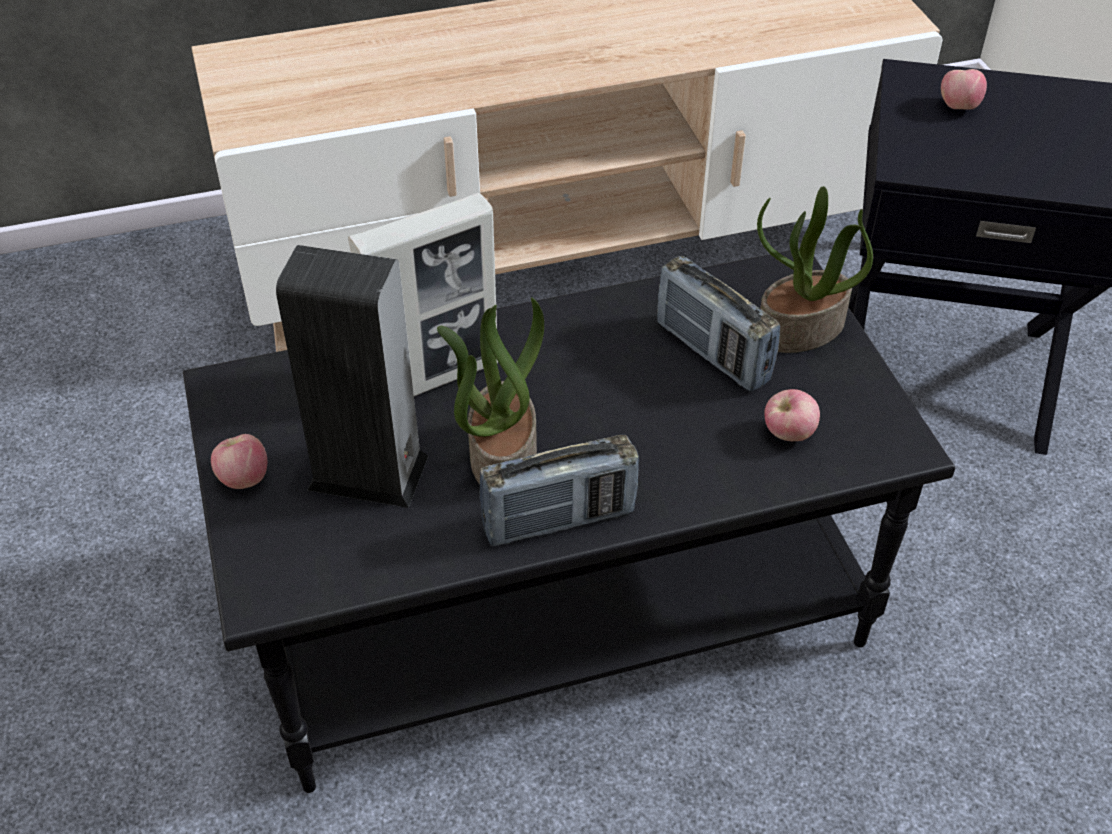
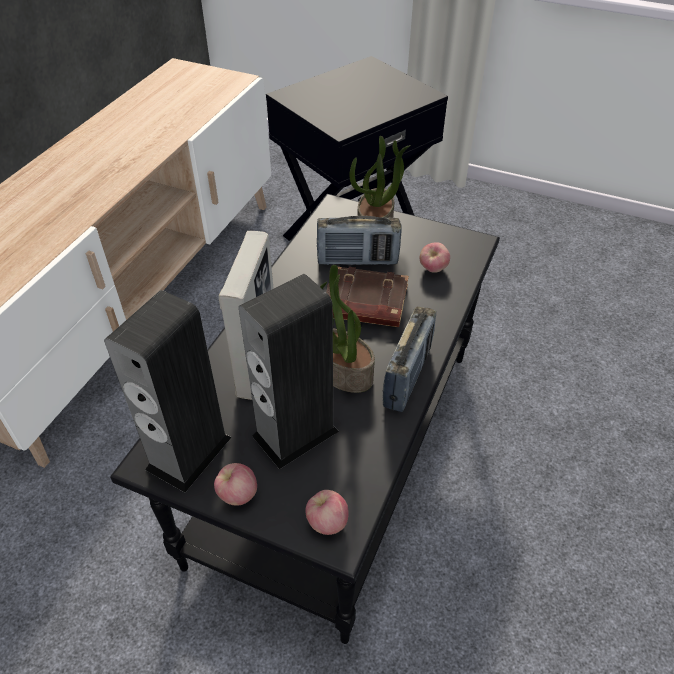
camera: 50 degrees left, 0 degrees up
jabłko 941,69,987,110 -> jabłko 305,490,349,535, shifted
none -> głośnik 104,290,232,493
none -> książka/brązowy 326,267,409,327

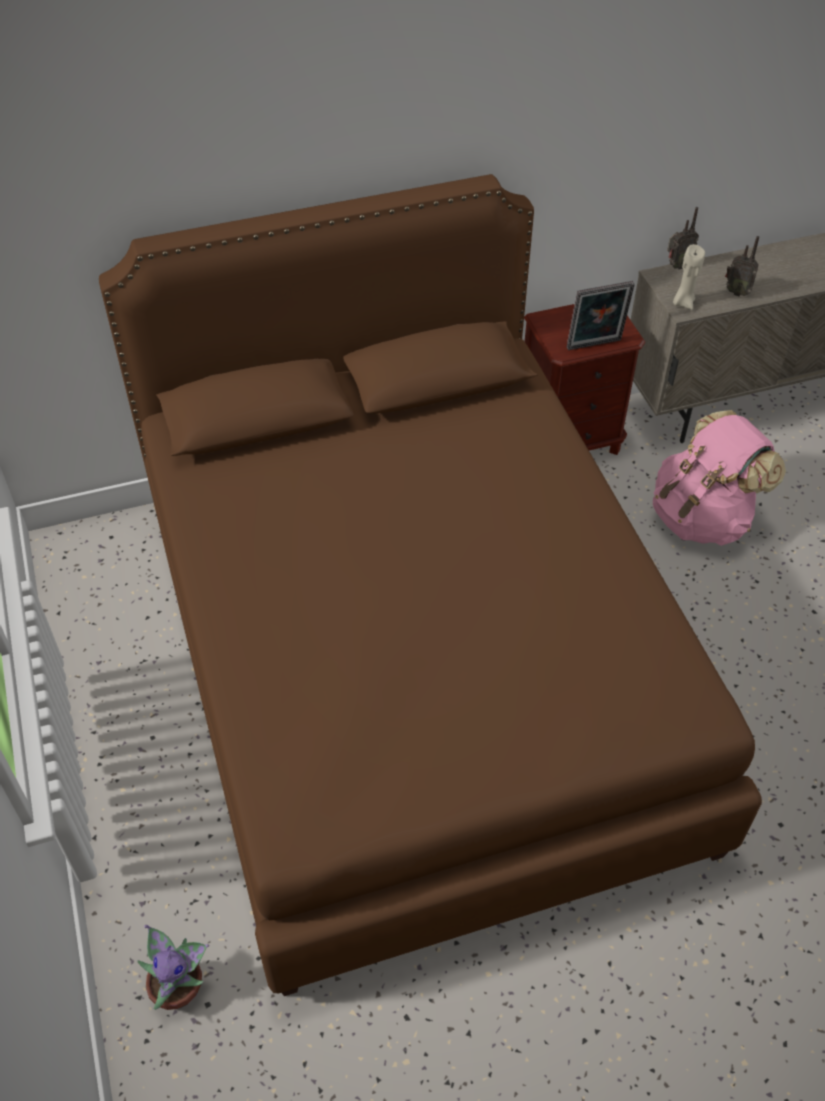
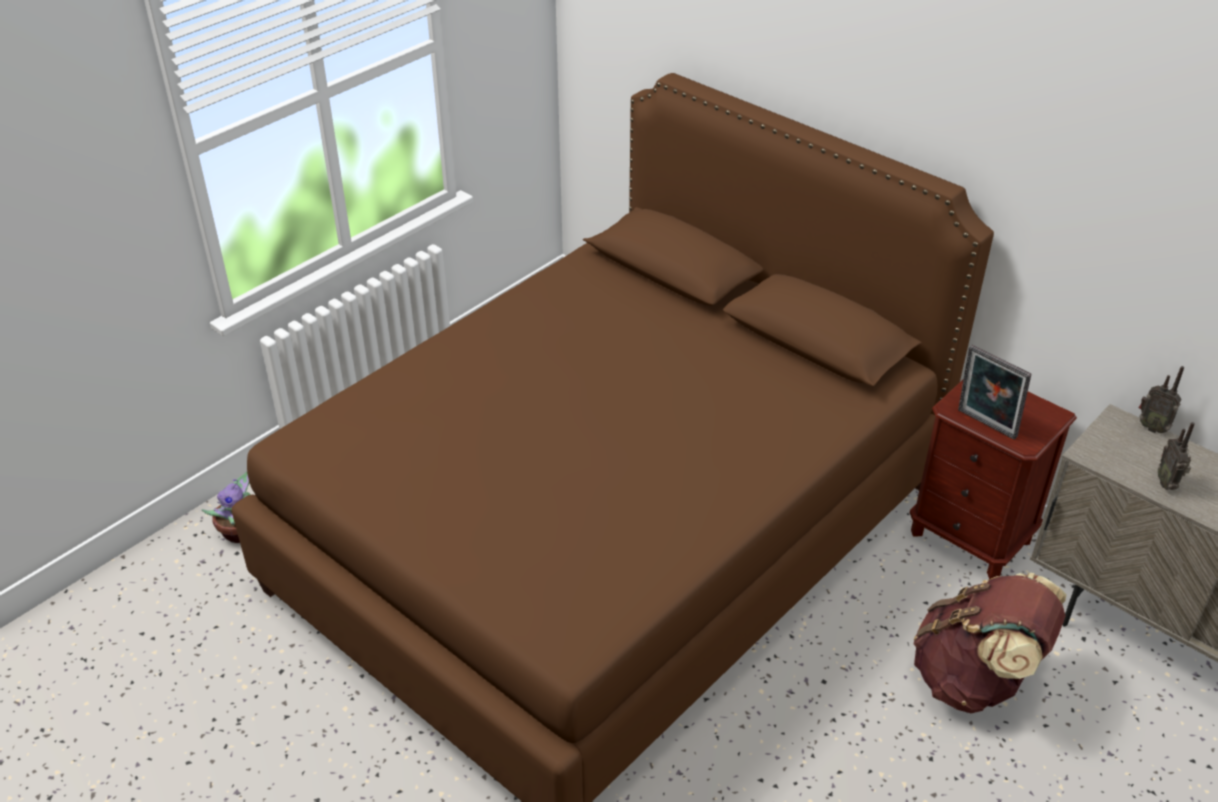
camera: 60 degrees right, 10 degrees down
plecak/różowy 653,410,786,546 -> plecak/brązowy 914,573,1066,713
świeca/beżowy 673,244,705,310 -> none

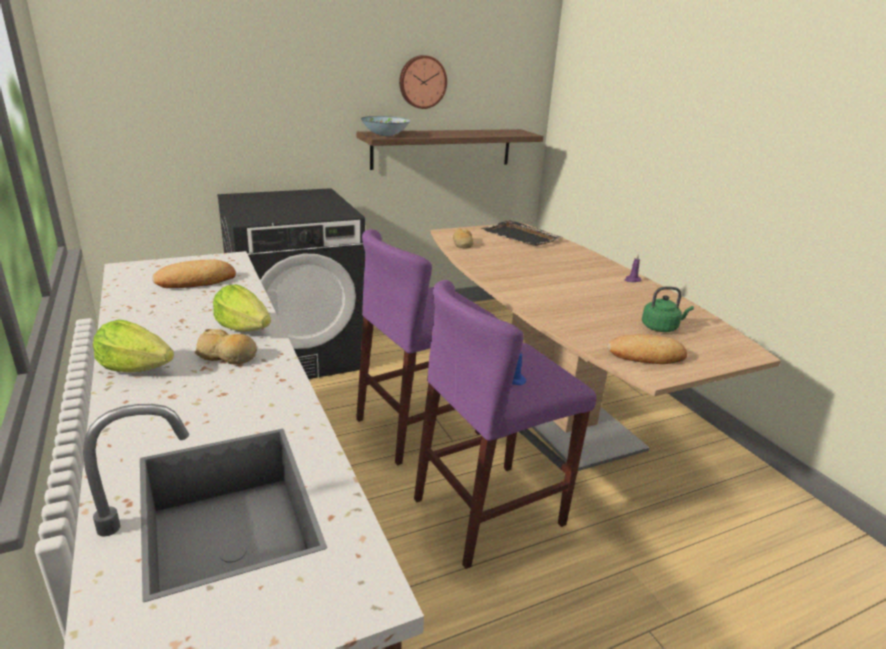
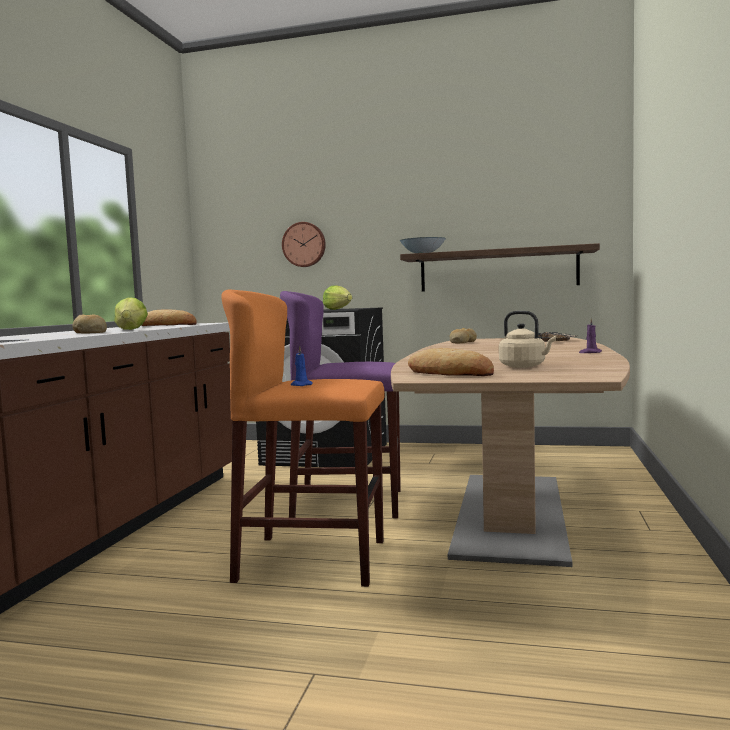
camera: 40 degrees right, 20 degrees down
sałata 93,320,174,372 -> sałata 323,285,352,310, shifted
zegar ścienny 399,55,447,109 -> zegar ścienny 282,222,326,267, shifted
stołek/fioletowy 414,280,596,569 -> stołek/pomarańczowy 221,289,385,587
czajnik/zielony 642,287,694,332 -> czajnik/beżowy 499,311,556,368

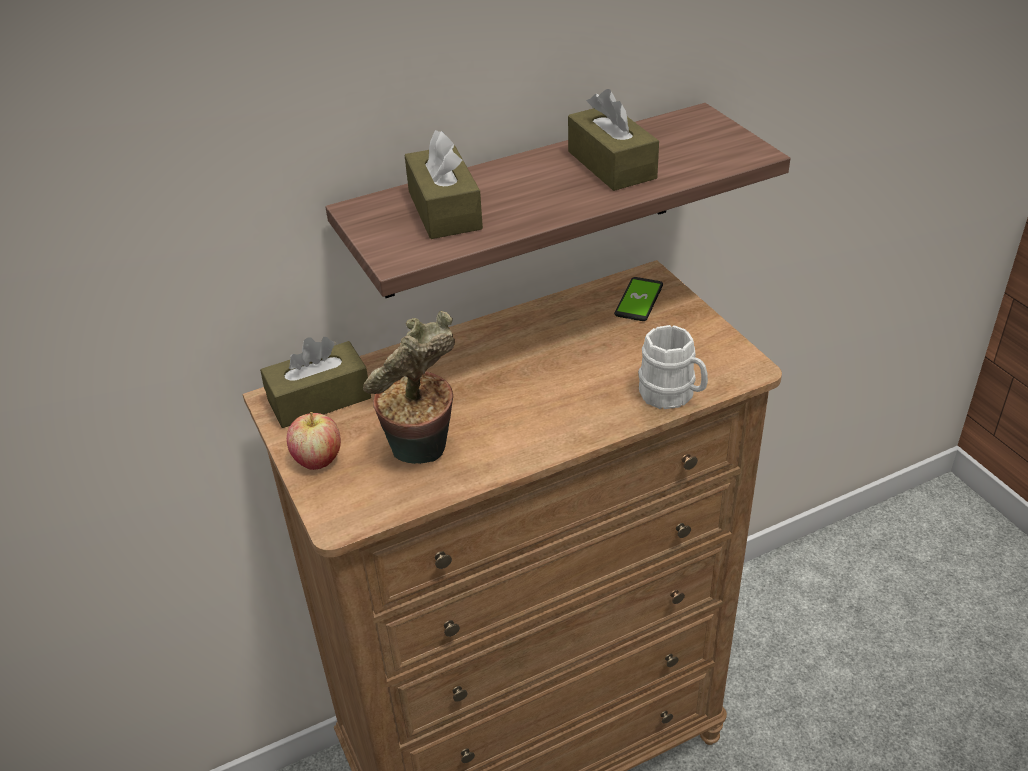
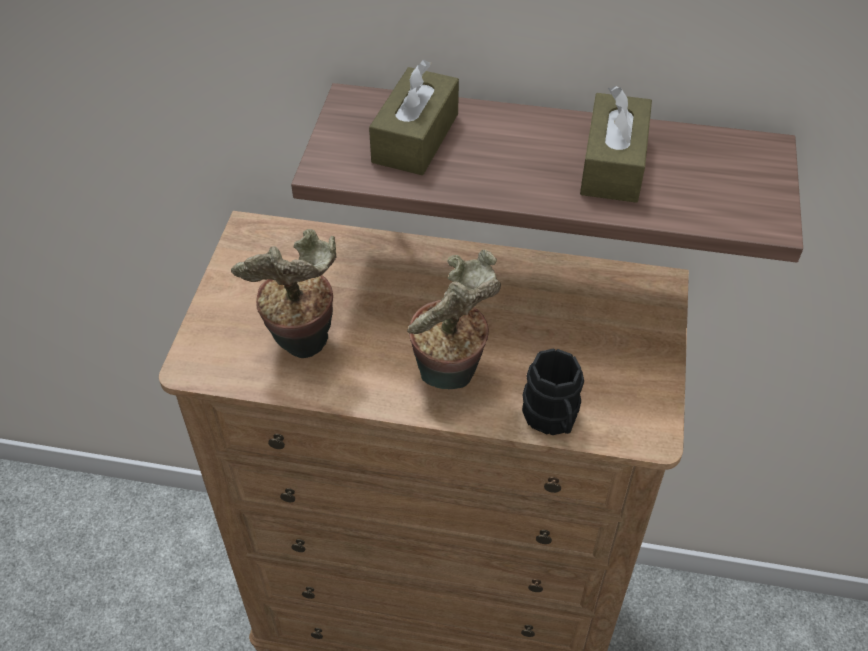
camera: 35 degrees right, 10 degrees up
pudełko chusteczek/brązowy 260,337,371,428 -> none
jabłko 287,412,341,470 -> none
telefon 614,277,663,321 -> none
kubek/biały 638,325,708,409 -> kubek/czarny 522,348,584,435
none -> roślina doniczkowa 407,250,501,389

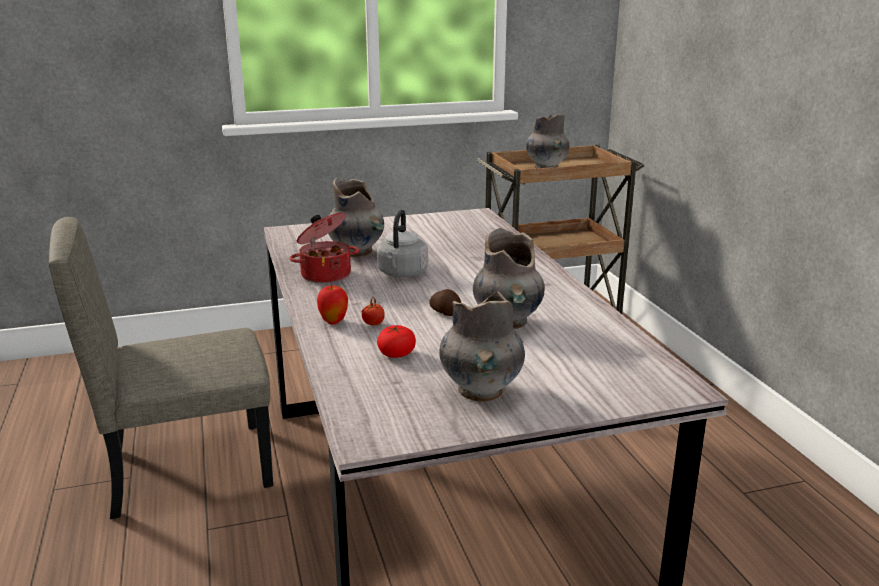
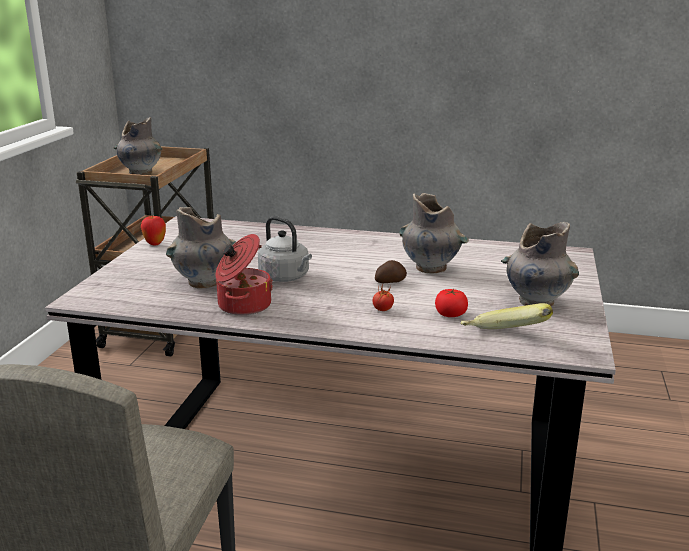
camera: 60 degrees left, 0 degrees up
jabłko 317,285,348,325 -> jabłko 141,216,166,245, shifted
none -> banan 461,303,553,329

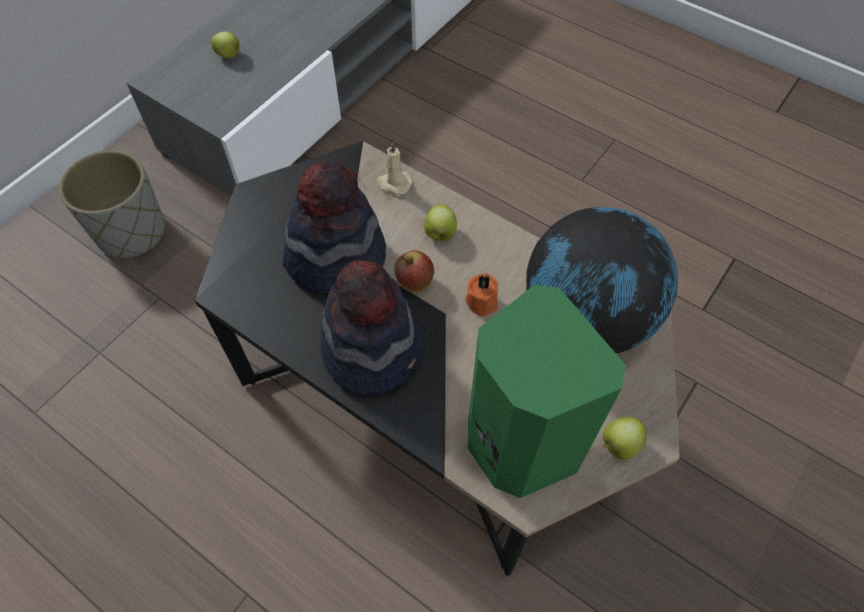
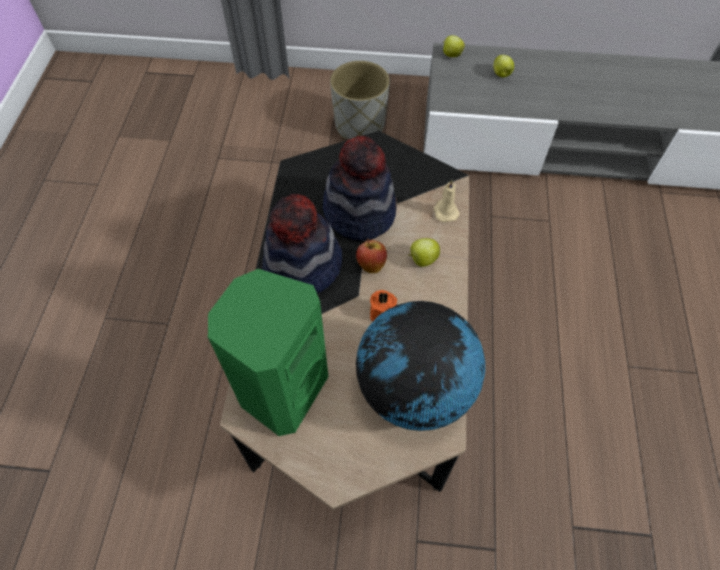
camera: 60 degrees right, 0 degrees up
jabłko 603,417,647,459 -> jabłko 443,35,465,57, shifted

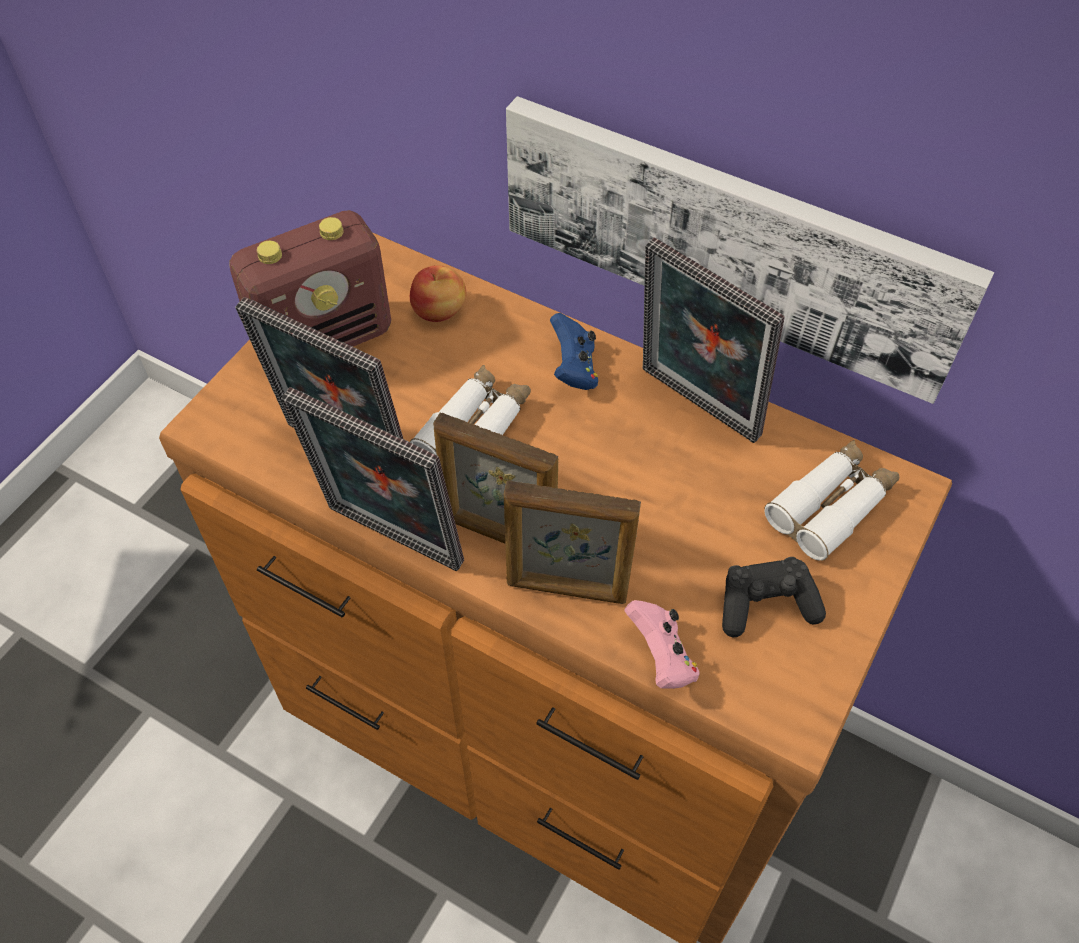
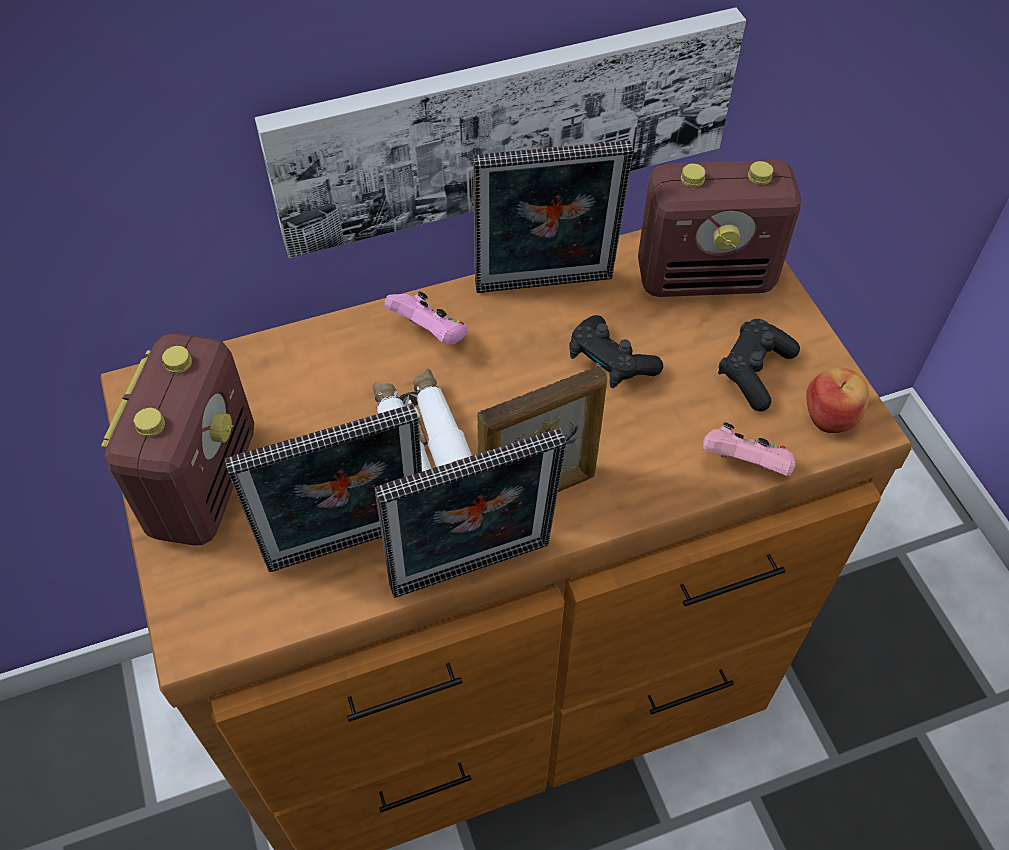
camera: 50 degrees left, 0 degrees up
jabłko 410,265,466,322 -> jabłko 806,367,869,433, shifted
ramka na zdjęcie 504,480,641,604 -> none
pad do gier/niebieski 550,313,598,390 -> pad do gier/różowy 384,291,467,344
lornetka/biały 765,440,900,561 -> radio 638,160,801,297
none -> pad do gier/czarny 569,315,663,388

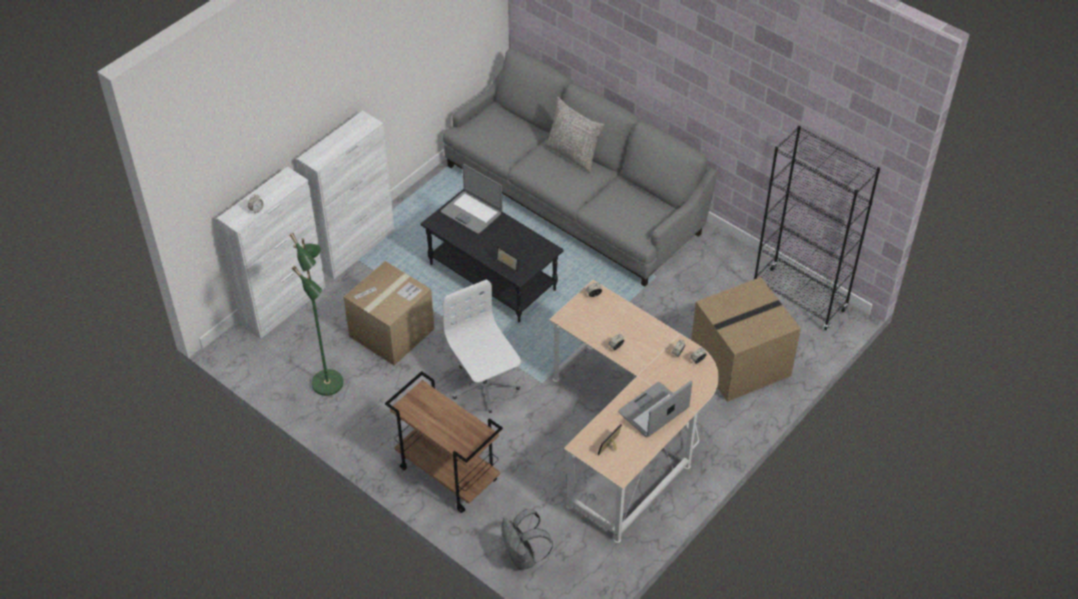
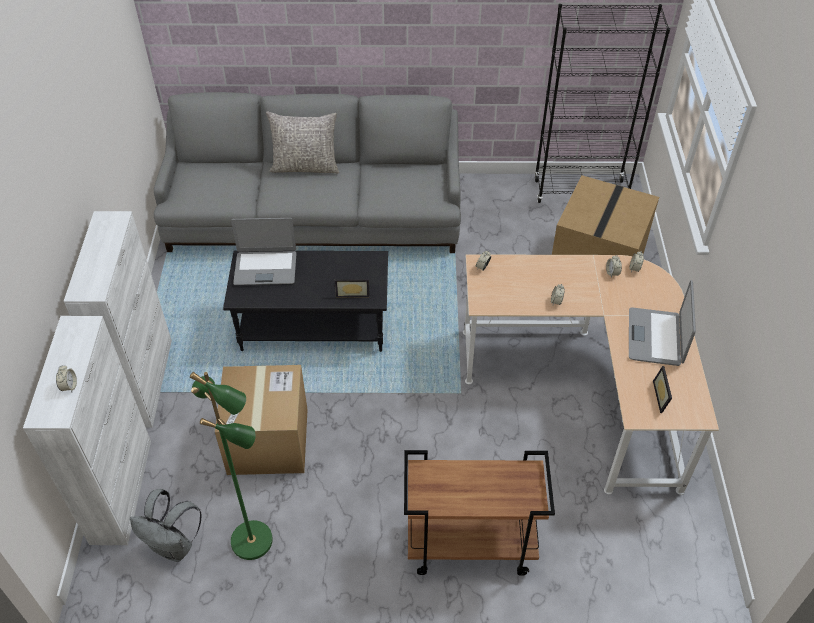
camera: 40 degrees left, 0 degrees up
krzesło biurowe/biały 443,280,521,413 -> none
plecak/szary 502,509,553,570 -> plecak/szary 130,489,201,562, shifted

